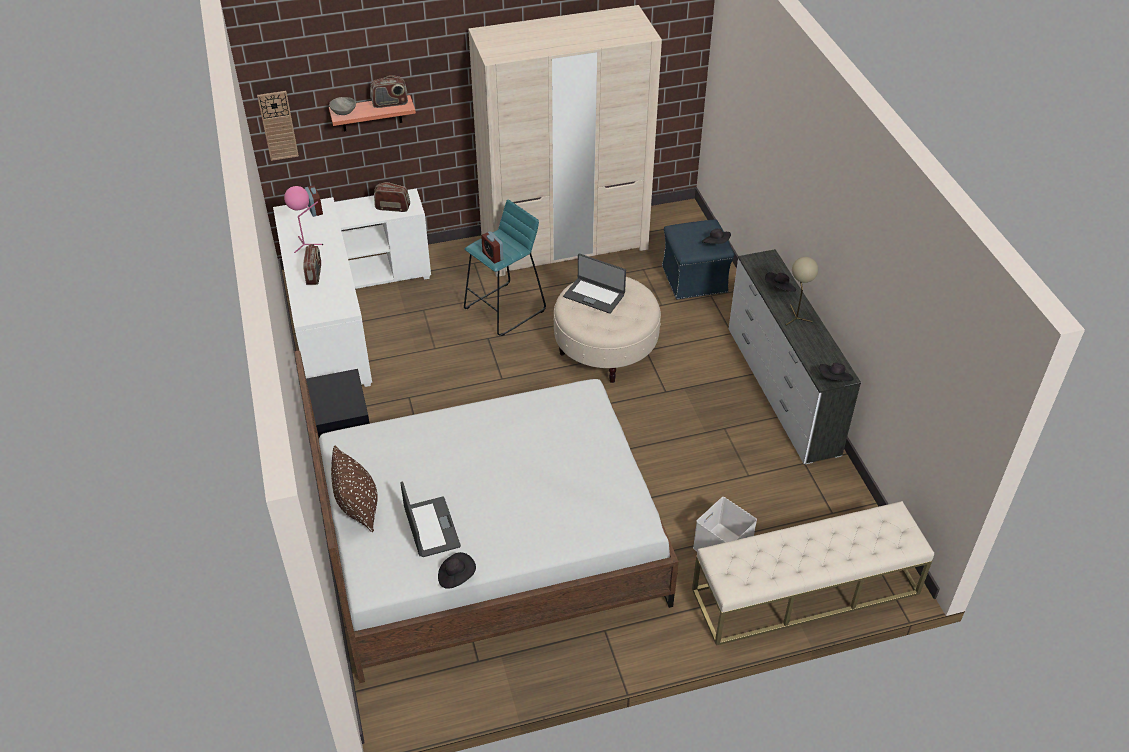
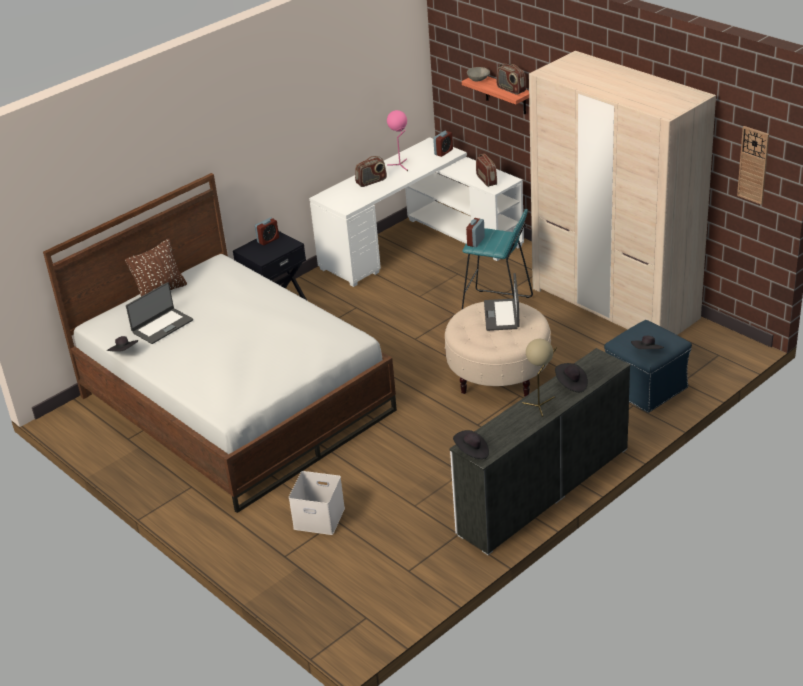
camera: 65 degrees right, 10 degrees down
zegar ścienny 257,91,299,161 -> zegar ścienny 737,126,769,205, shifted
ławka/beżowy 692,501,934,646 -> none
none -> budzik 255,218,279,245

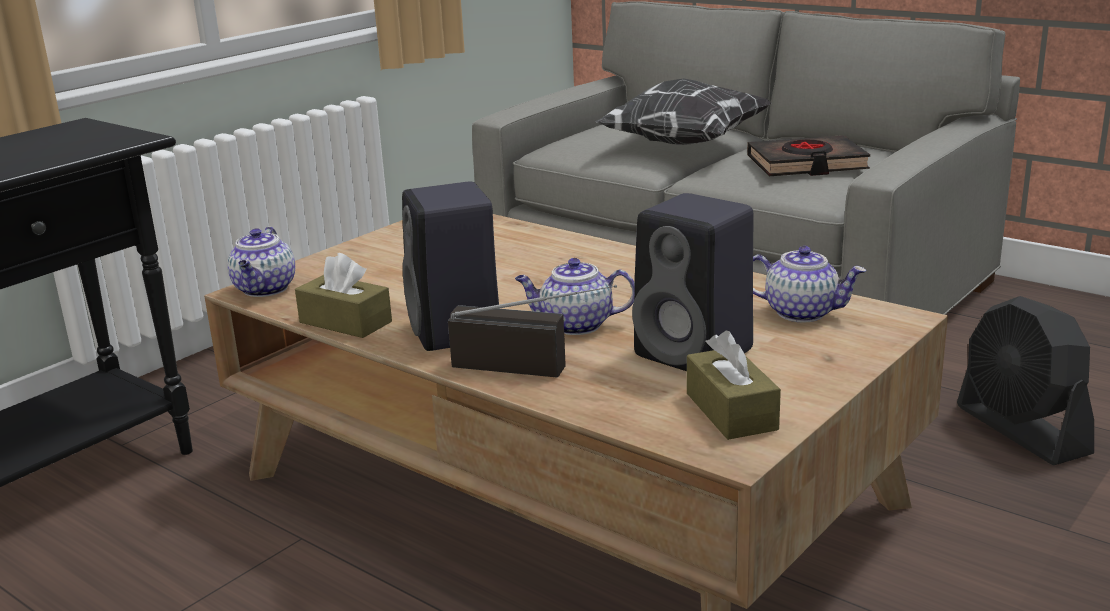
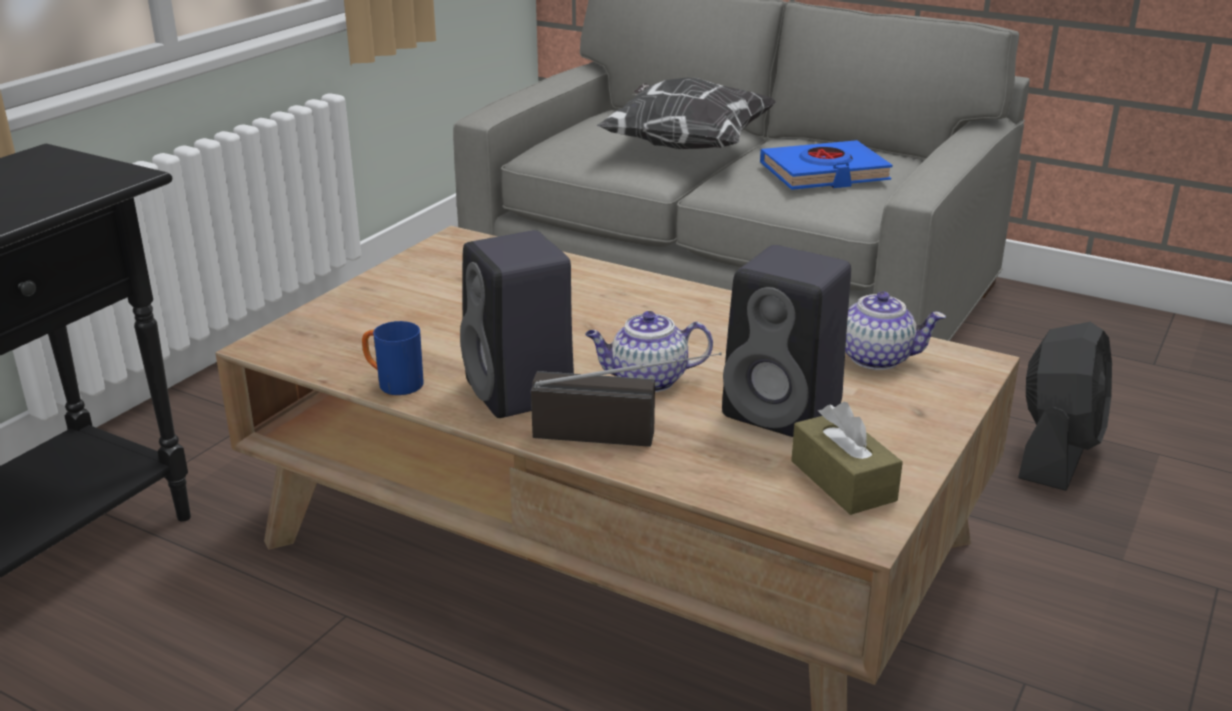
camera: 10 degrees left, 5 degrees up
imbryk 227,227,295,297 -> none
pudełko chusteczek/brązowy 295,253,392,338 -> kubek/niebieski 362,321,424,395
książka/czarny 747,135,870,176 -> książka/niebieski 760,140,893,190
wentylator/czarny 957,296,1094,465 -> wentylator/czarny 1018,322,1112,491, 120 degrees counterclockwise

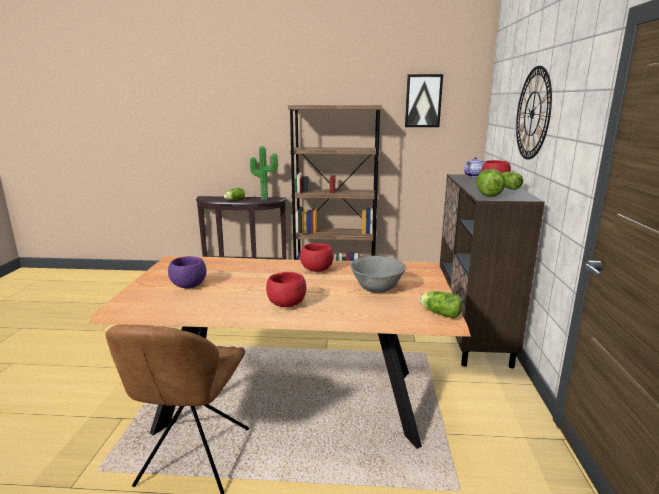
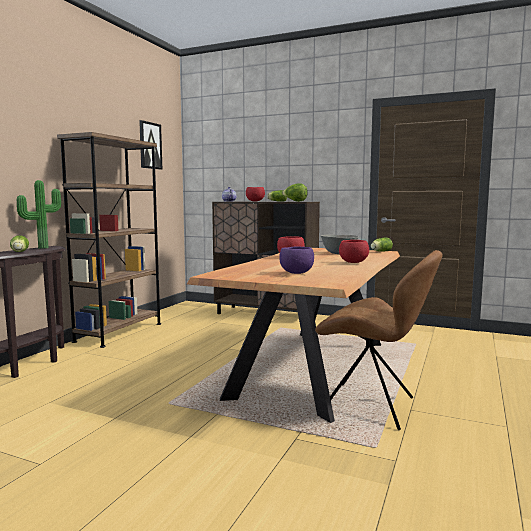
camera: 70 degrees left, 10 degrees down
zegar ścienny 516,66,552,160 -> none

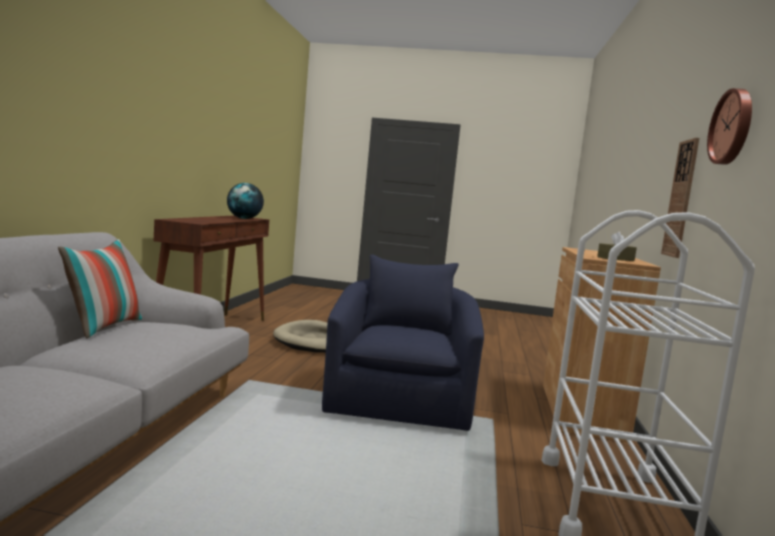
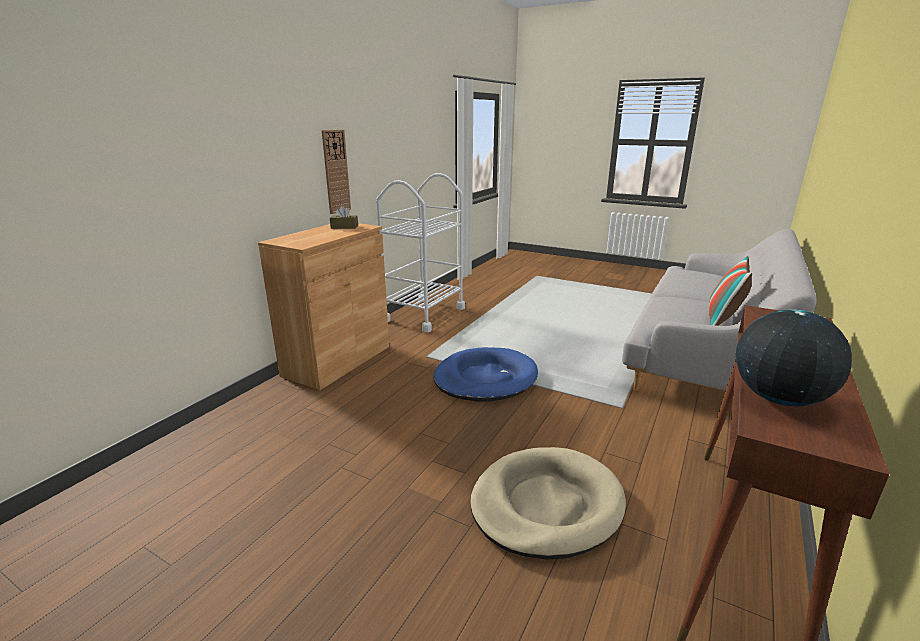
camera: 160 degrees left, 15 degrees up
fotel/niebieski 322,255,484,431 -> legowisko/niebieski 434,347,538,402
zegar ścienny 707,88,752,165 -> none

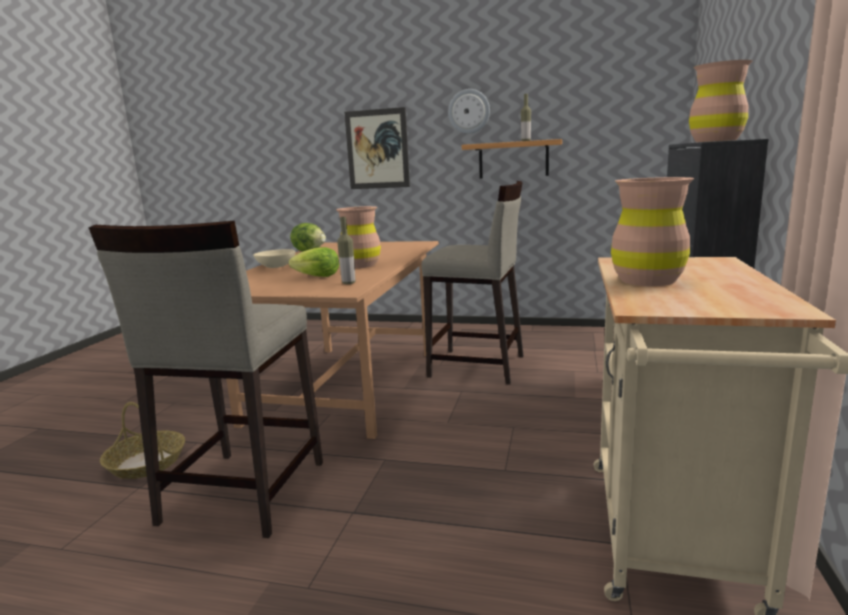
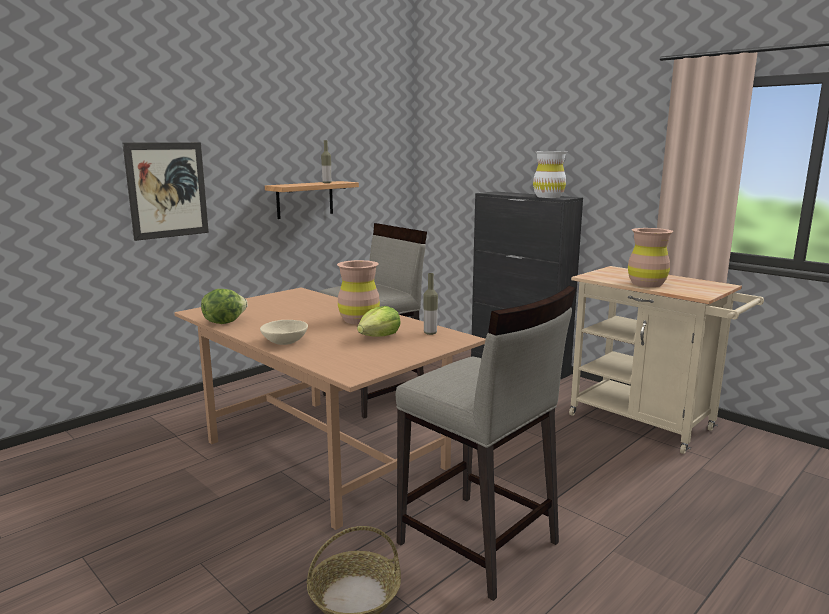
camera: 60 degrees left, 0 degrees up
zegar ścienny 448,89,490,134 -> none
wazon/brązowy 689,60,753,142 -> wazon/biały 533,151,567,198

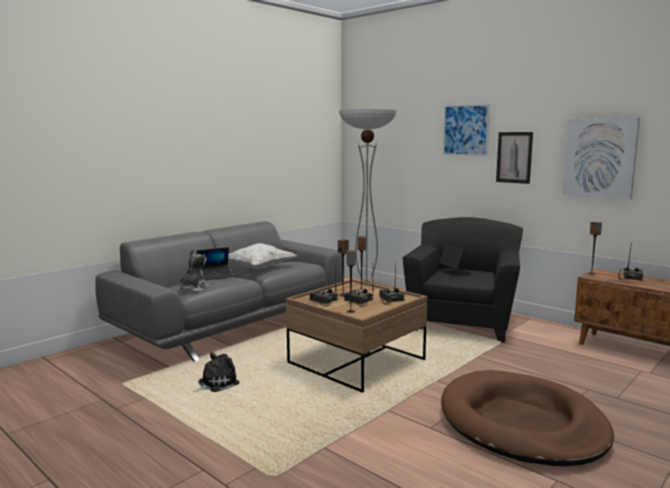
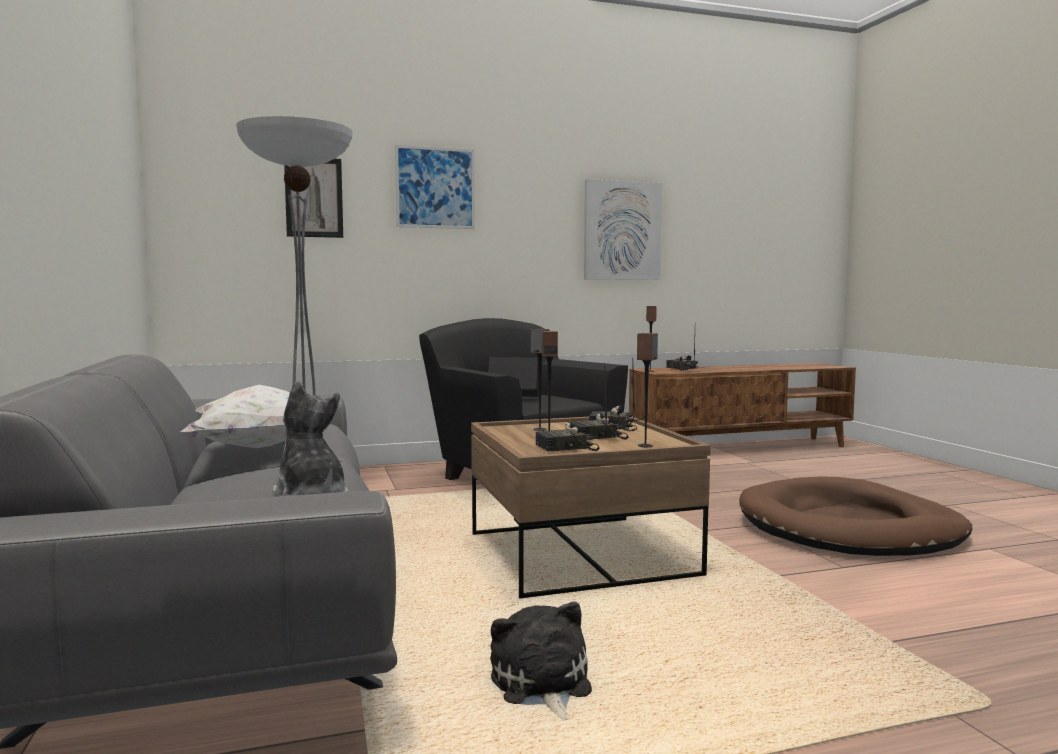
camera: 60 degrees left, 5 degrees down
laptop 196,247,233,280 -> none
obraz 496,132,533,184 -> obraz 284,159,343,238, shifted

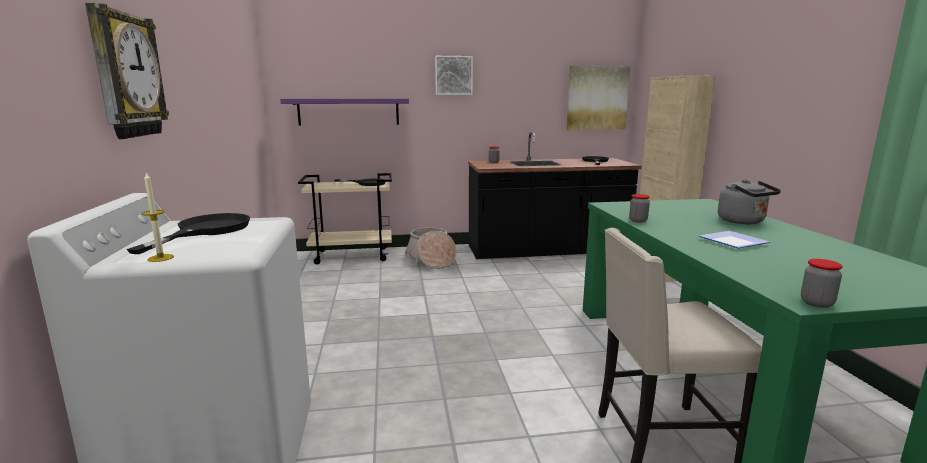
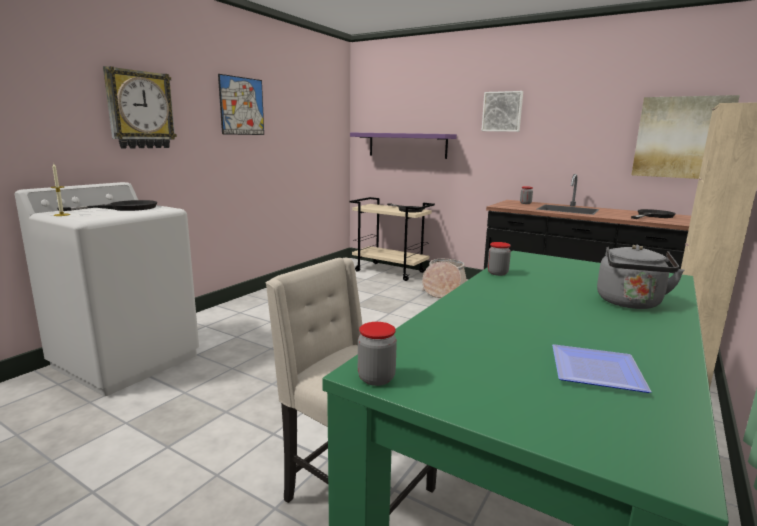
camera: 40 degrees right, 0 degrees up
talerz 699,231,770,248 -> talerz 552,345,652,393, shifted
none -> obraz 218,74,264,135

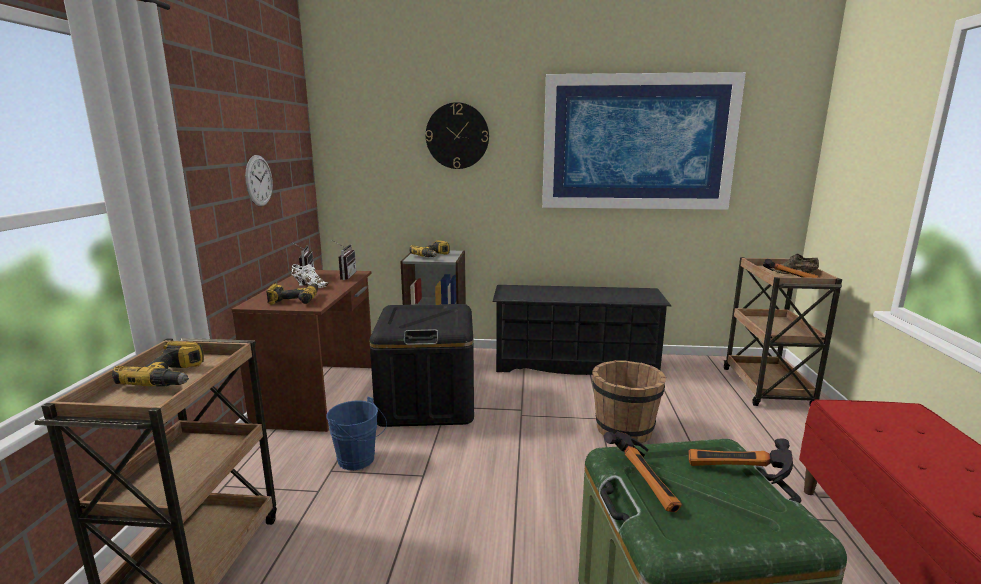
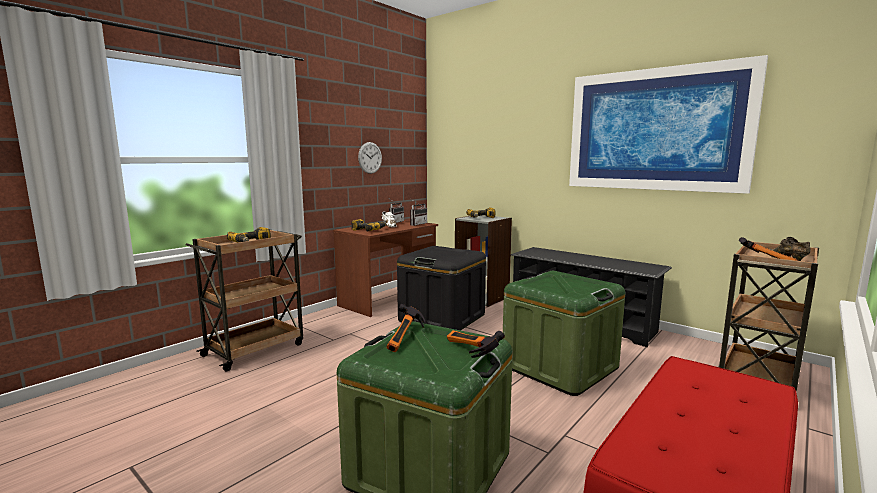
camera: 35 degrees right, 5 degrees down
wiadro/niebieski 326,397,387,470 -> none
zegar ścienny 426,102,489,169 -> none
wiadro/brązowy 592,360,666,443 -> pojemnik do przechowywania/zielony 503,271,625,396

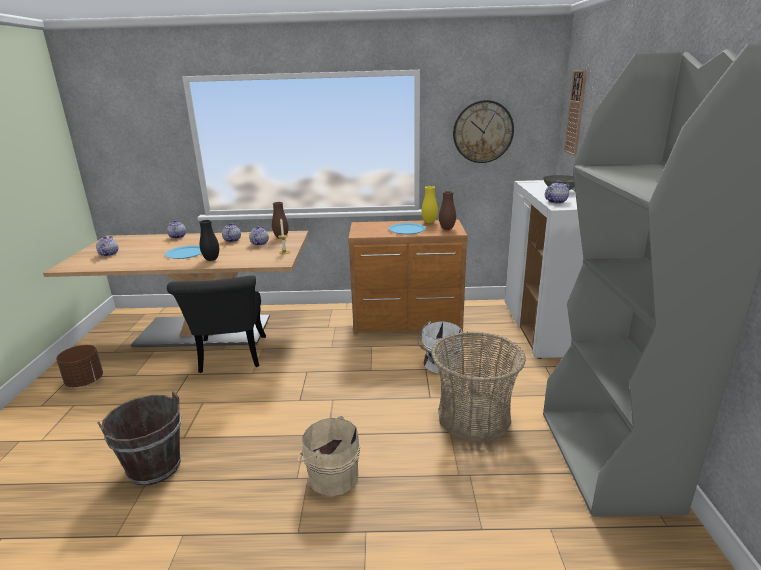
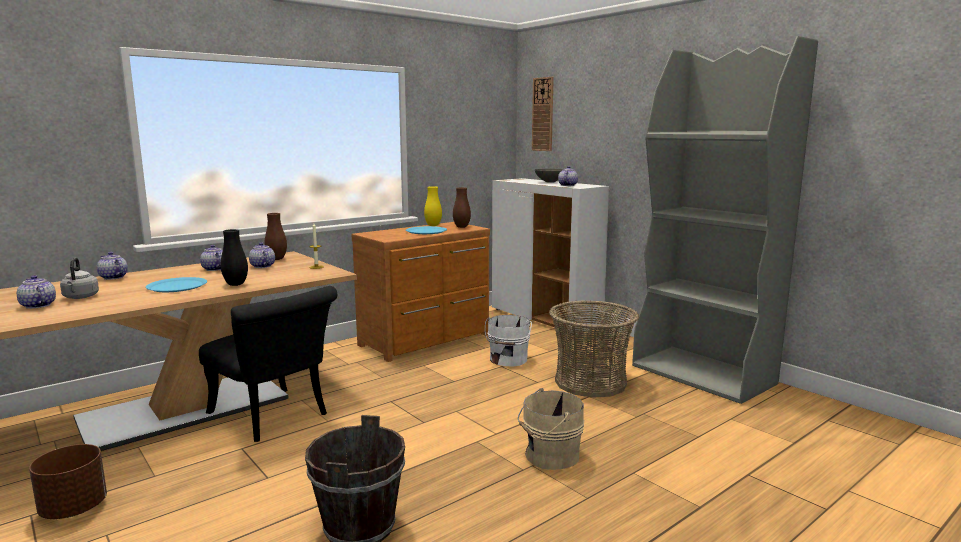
camera: 40 degrees left, 10 degrees down
zegar ścienny 453,100,514,163 -> none
none -> czajnik/szary 60,258,99,299

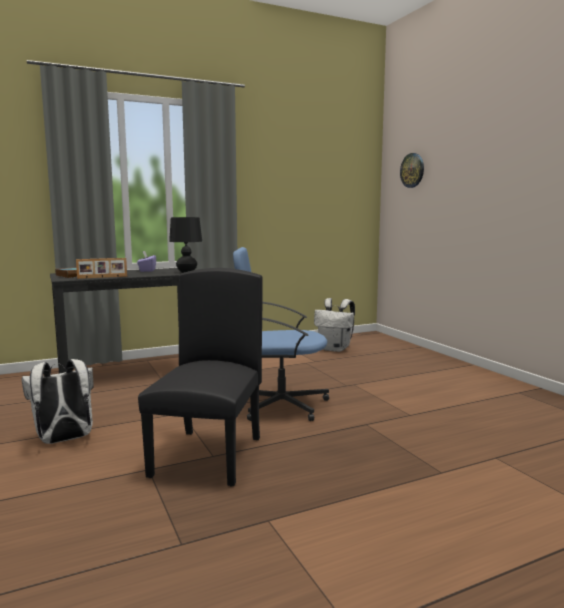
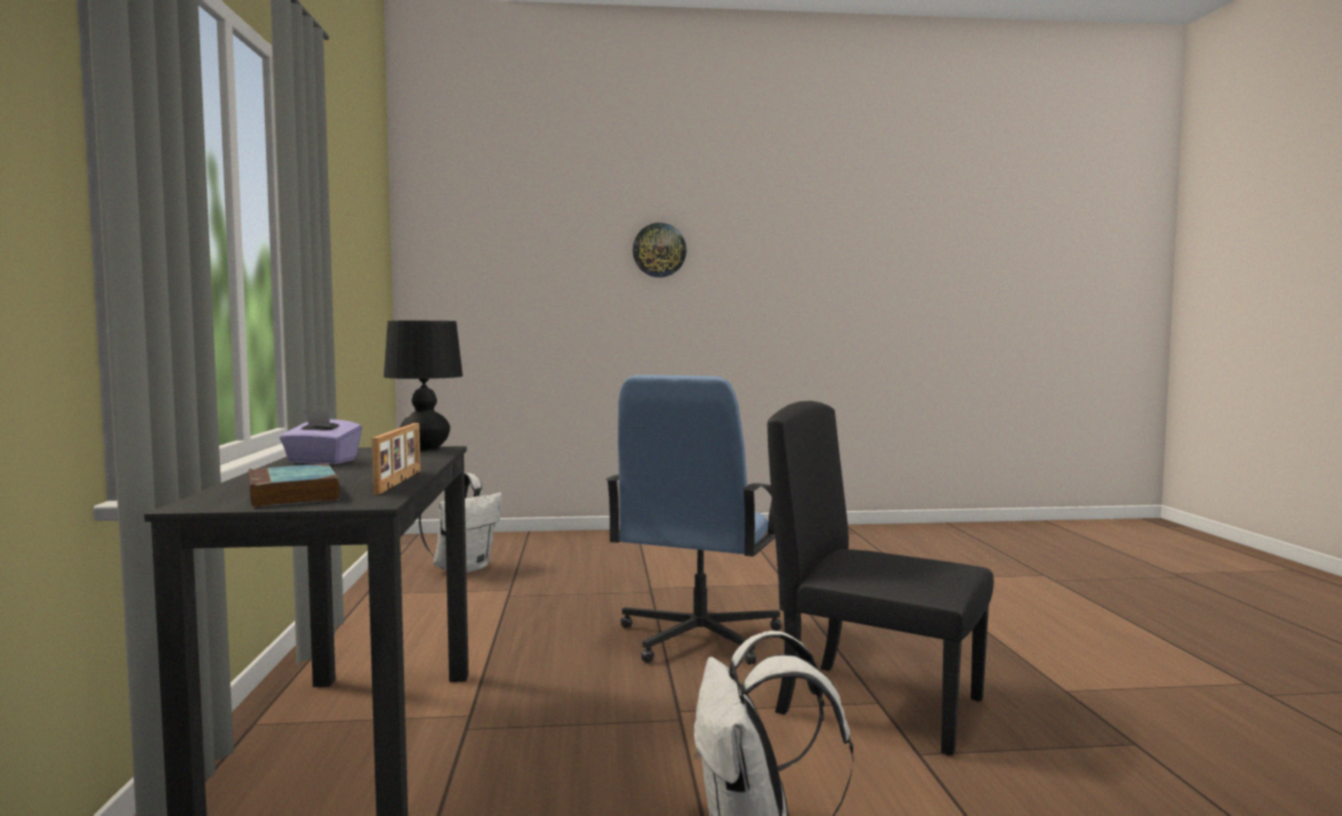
camera: 70 degrees left, 5 degrees down
zegar ścienny 400,153,424,188 -> zegar ścienny 633,223,687,277, shifted

